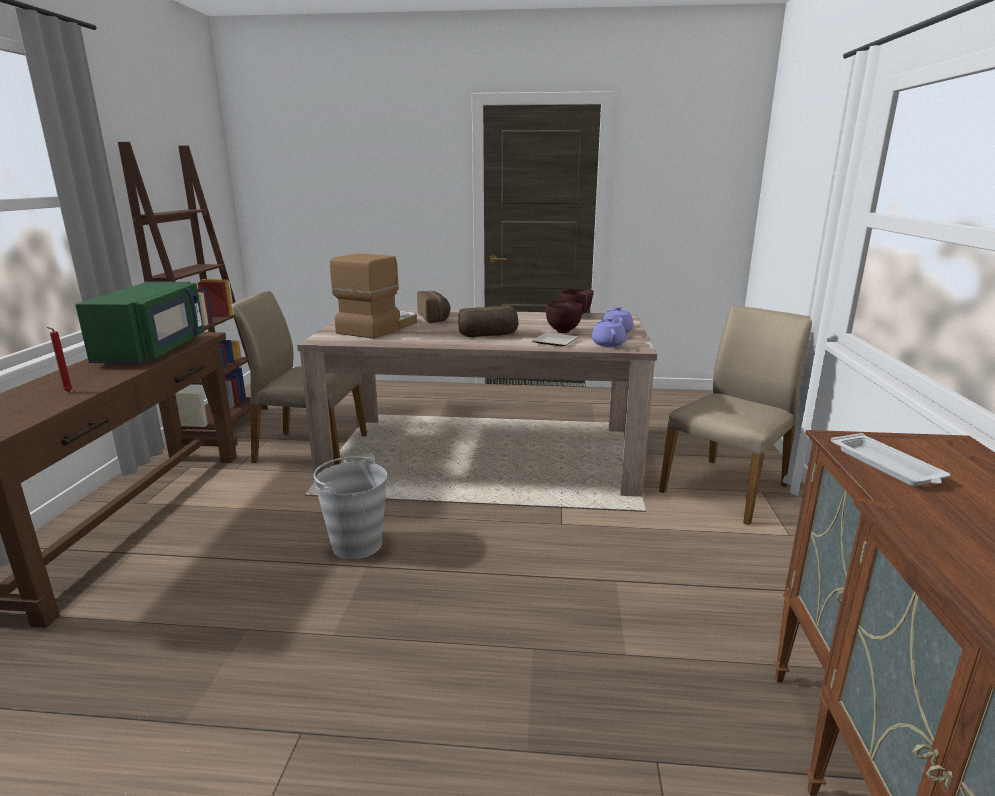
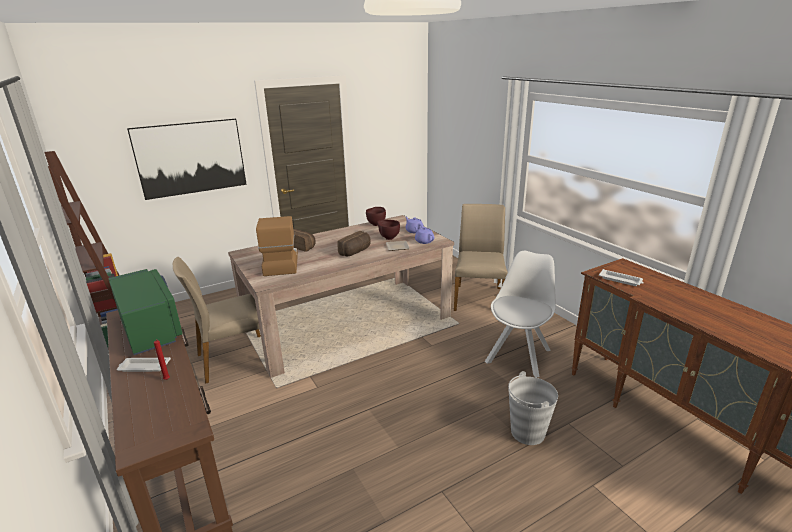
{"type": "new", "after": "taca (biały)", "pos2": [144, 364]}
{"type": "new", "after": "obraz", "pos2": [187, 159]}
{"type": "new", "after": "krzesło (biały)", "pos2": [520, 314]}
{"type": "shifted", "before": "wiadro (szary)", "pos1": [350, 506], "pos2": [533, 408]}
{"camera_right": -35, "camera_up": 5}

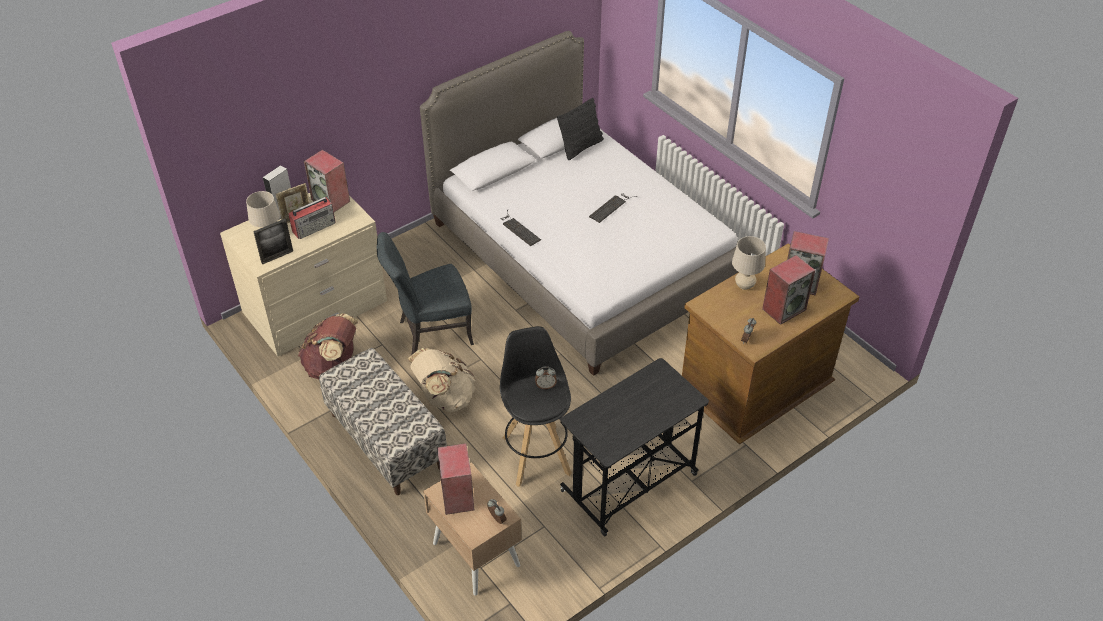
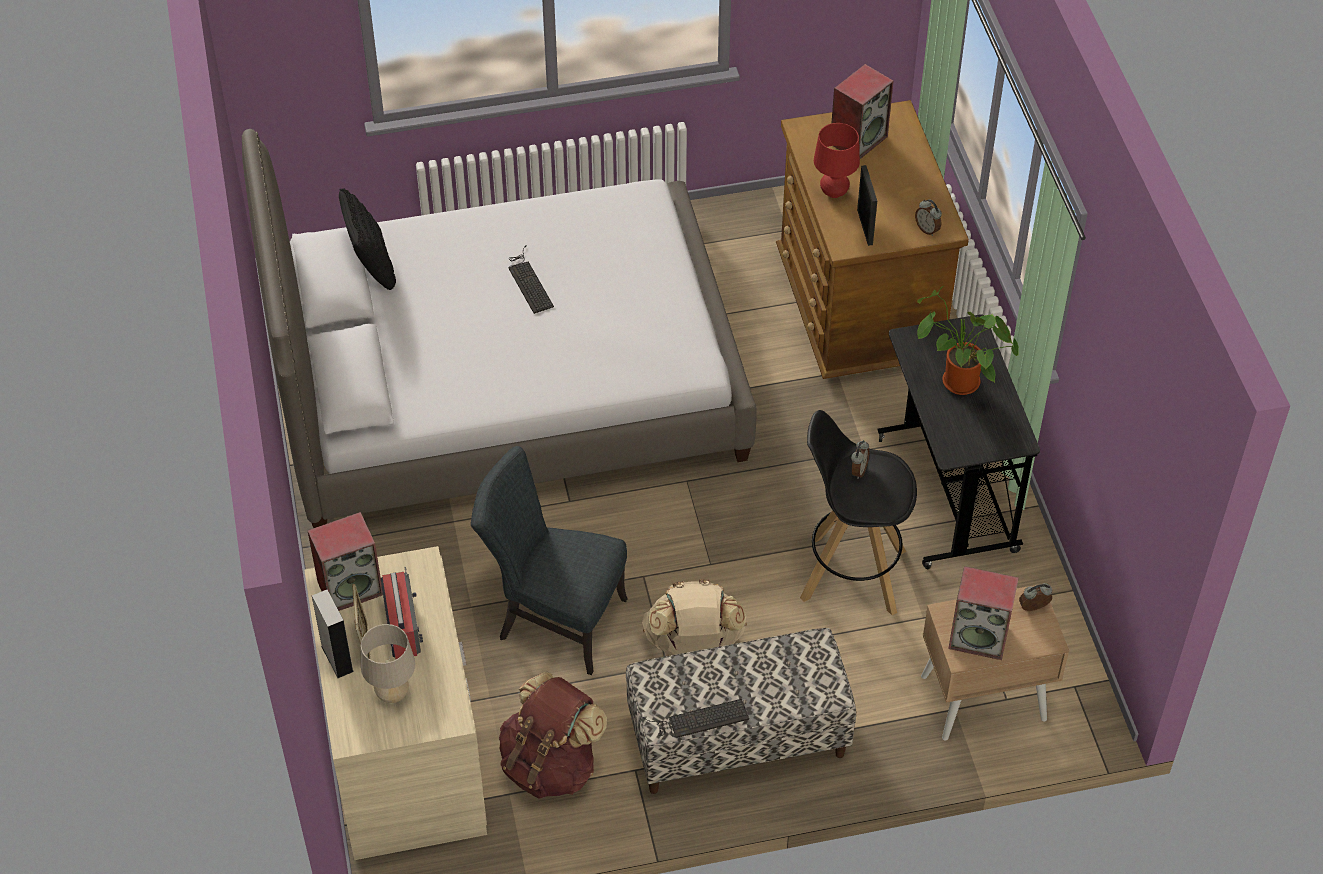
{"type": "rotated", "before": "krzesło (szary)", "pos1": [425, 293], "pos2": [549, 560], "turn": 105}
{"type": "shifted", "before": "klawiatura", "pos1": [520, 228], "pos2": [695, 718]}
{"type": "repainted", "before": "lampa stołowa (beżowy)", "after": "lampa stołowa (czerwony)", "pos1": [749, 263], "pos2": [837, 160]}
{"type": "shifted", "before": "ramka na zdjęcie", "pos1": [273, 241], "pos2": [867, 205]}
{"type": "new", "after": "roślina doniczkowa", "pos2": [968, 340]}
{"type": "gone", "before": "głośnik", "pos1": [788, 290]}
{"camera_right": -65, "camera_up": 5}

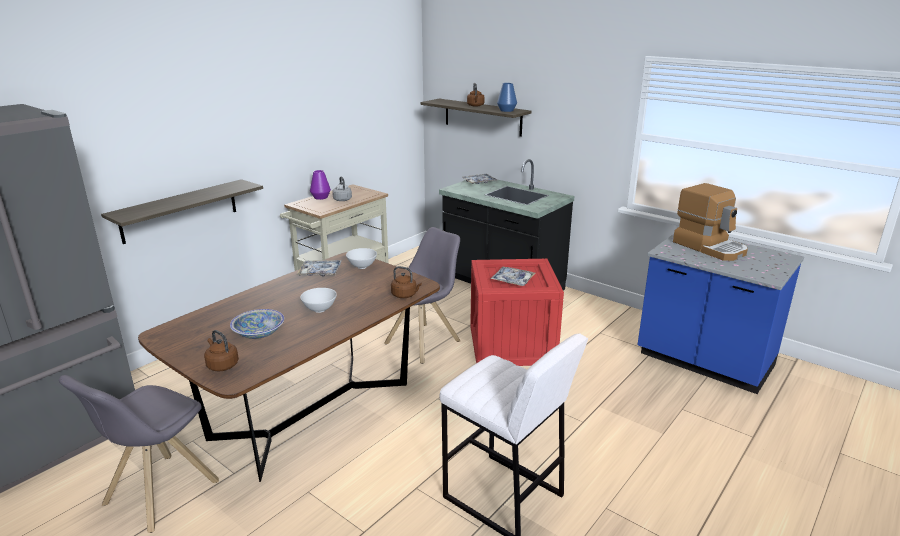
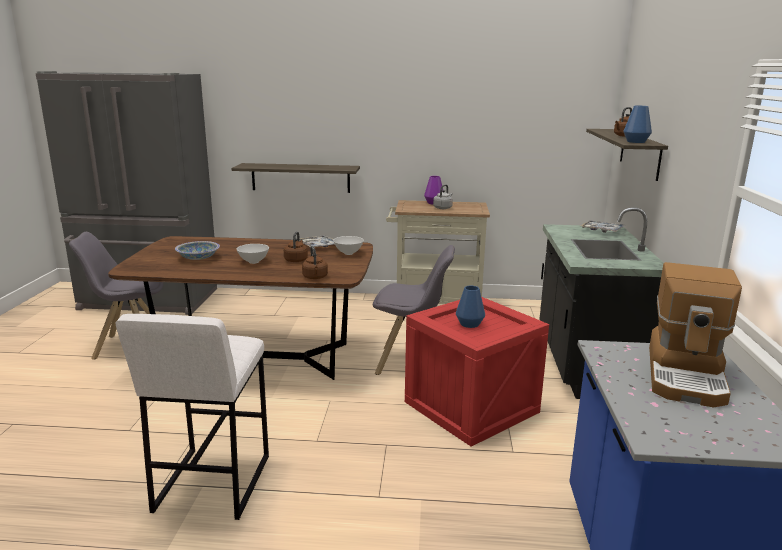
{"type": "shifted", "before": "czajnik (brązowy)", "pos1": [221, 350], "pos2": [296, 247]}
{"type": "swapped", "before": "taca", "after": "wazon (niebieski)", "pos1": [513, 276], "pos2": [470, 307]}
{"camera_right": 55, "camera_up": -5}

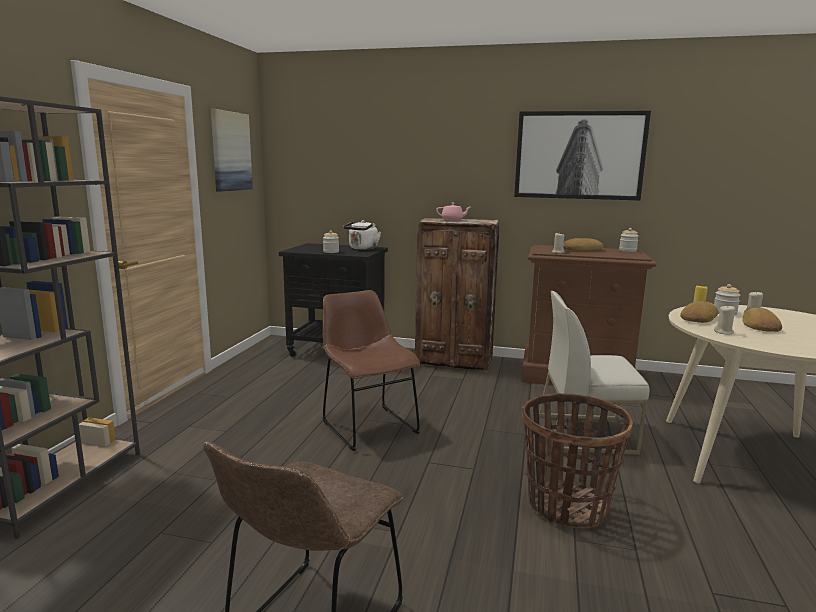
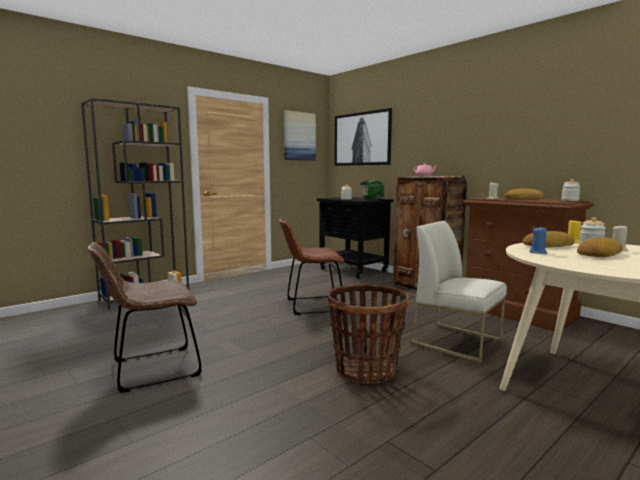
{"type": "rotated", "before": "krzesło (brązowy)", "pos1": [371, 370], "pos2": [312, 266], "turn": -105}
{"type": "shifted", "before": "obraz", "pos1": [582, 155], "pos2": [363, 137]}
{"type": "repainted", "before": "czajnik (biały)", "after": "czajnik (zielony)", "pos1": [362, 235], "pos2": [372, 189]}
{"type": "repainted", "before": "świeca (beżowy)", "after": "świeca (niebieski)", "pos1": [724, 320], "pos2": [538, 240]}
{"camera_right": 35, "camera_up": -5}

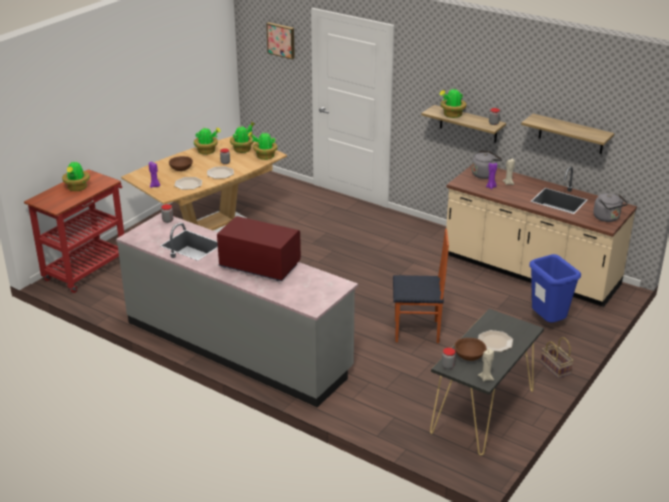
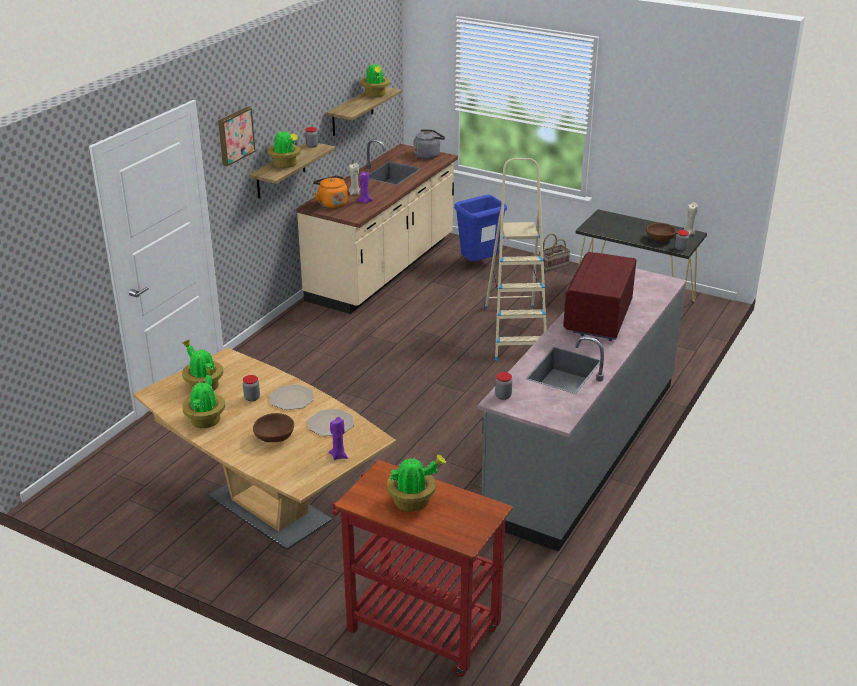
{"type": "shifted", "before": "obraz", "pos1": [280, 40], "pos2": [237, 136]}
{"type": "repainted", "before": "czajnik (szary)", "after": "czajnik (pomarańczowy)", "pos1": [487, 165], "pos2": [330, 192]}
{"type": "shifted", "before": "roślina doniczkowa", "pos1": [263, 145], "pos2": [375, 80]}
{"type": "swapped", "before": "krzesło", "after": "drabinka (beżowy)", "pos1": [421, 286], "pos2": [516, 259]}
{"type": "gone", "before": "talerz", "pos1": [495, 341]}
{"camera_right": -95, "camera_up": 0}

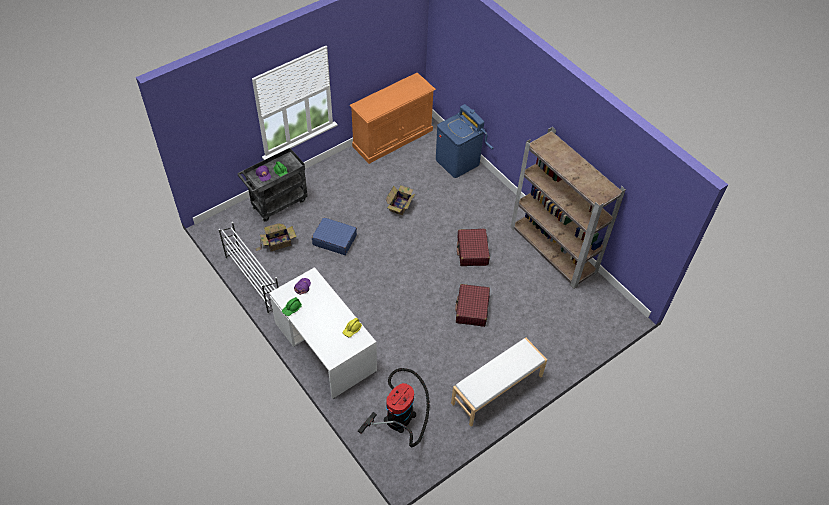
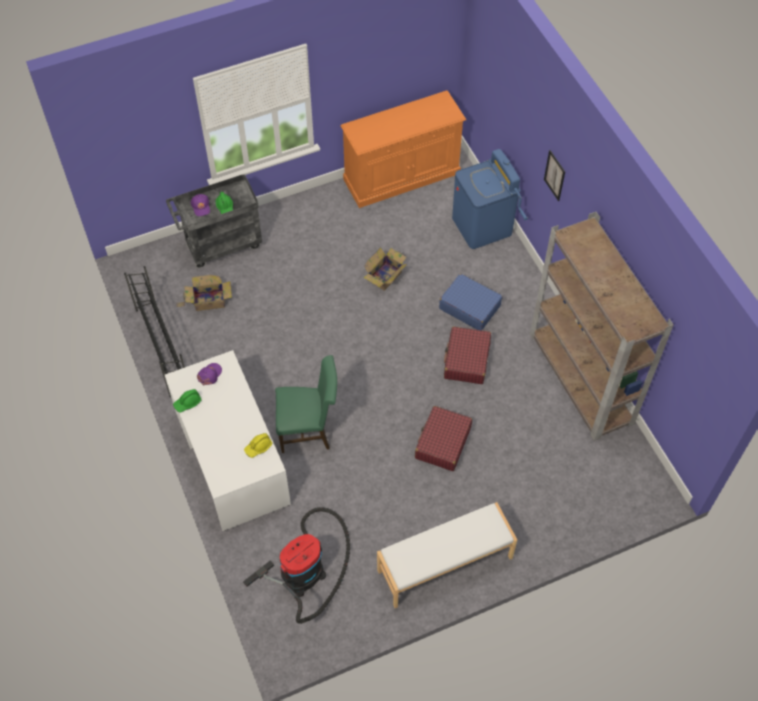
{"type": "repainted", "before": "regał na buty (biały)", "after": "regał na buty (czarny)", "pos1": [249, 268], "pos2": [154, 332]}
{"type": "new", "after": "krzesło (zielony)", "pos2": [306, 404]}
{"type": "shifted", "before": "walizka (niebieski)", "pos1": [334, 236], "pos2": [470, 302]}
{"type": "new", "after": "obraz", "pos2": [554, 175]}
{"camera_right": 15, "camera_up": 5}

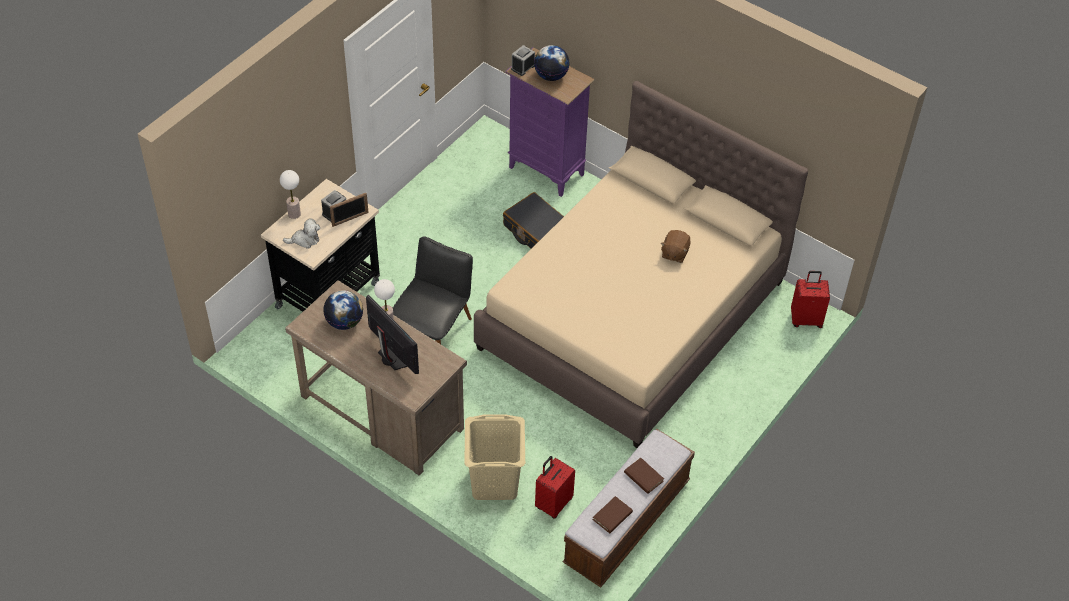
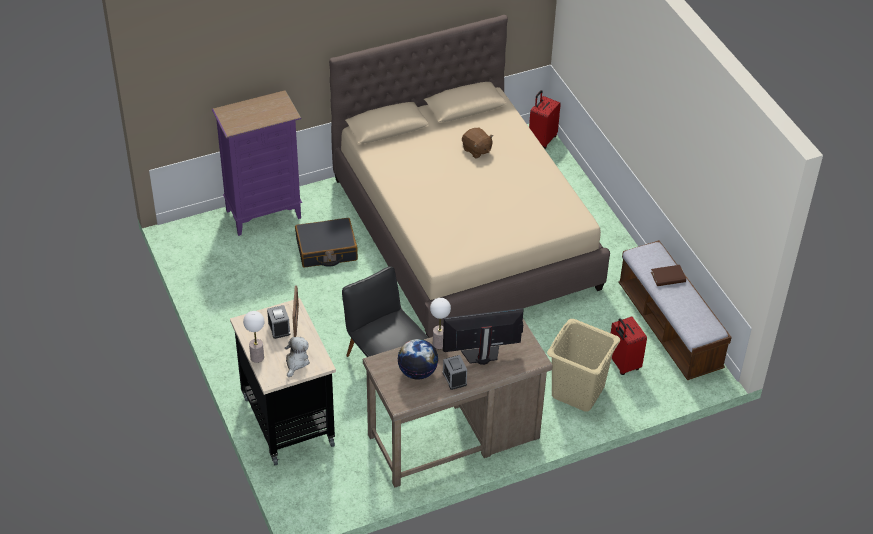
{"type": "shifted", "before": "budzik", "pos1": [523, 60], "pos2": [455, 372]}
{"type": "gone", "before": "globus", "pos1": [551, 63]}
{"type": "gone", "before": "książka (brązowy)", "pos1": [613, 514]}
{"camera_right": -60, "camera_up": -5}

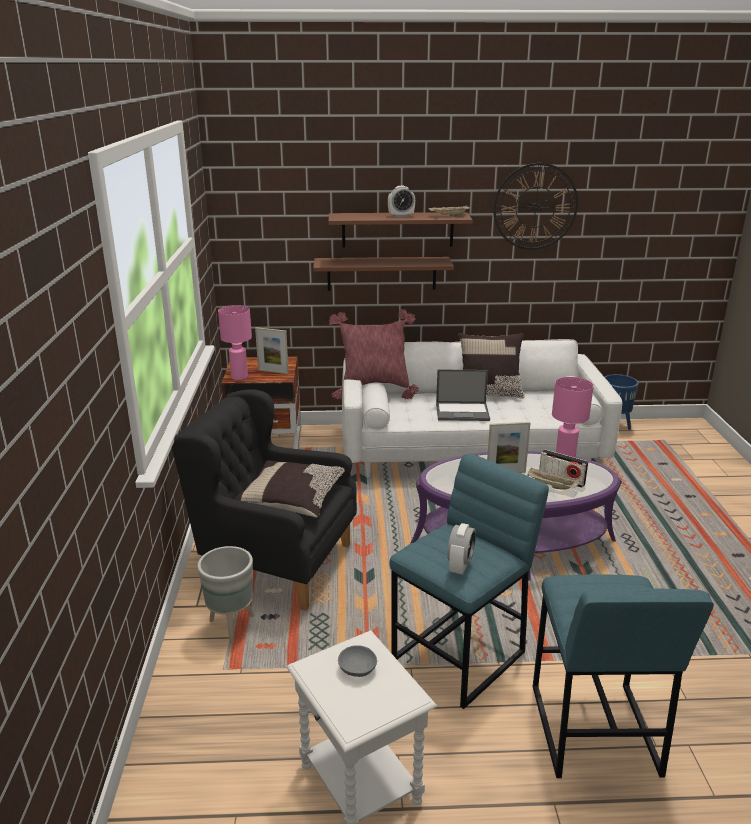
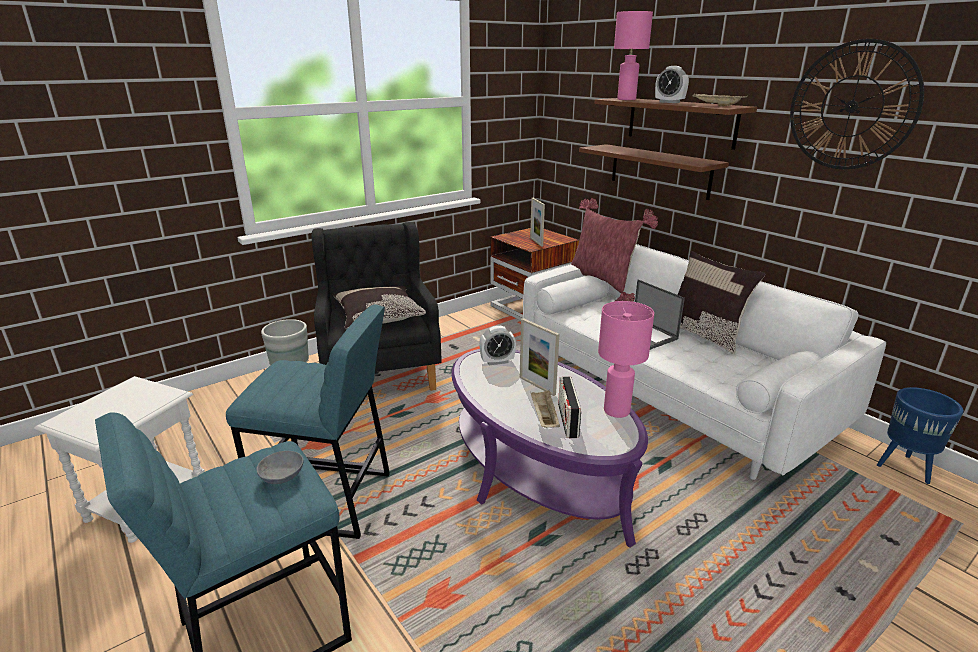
{"type": "shifted", "before": "miska (szary)", "pos1": [357, 661], "pos2": [279, 467]}
{"type": "shifted", "before": "budzik", "pos1": [461, 549], "pos2": [497, 345]}
{"type": "shifted", "before": "lampa stołowa (różowy)", "pos1": [235, 342], "pos2": [633, 55]}
{"camera_right": 55, "camera_up": 0}

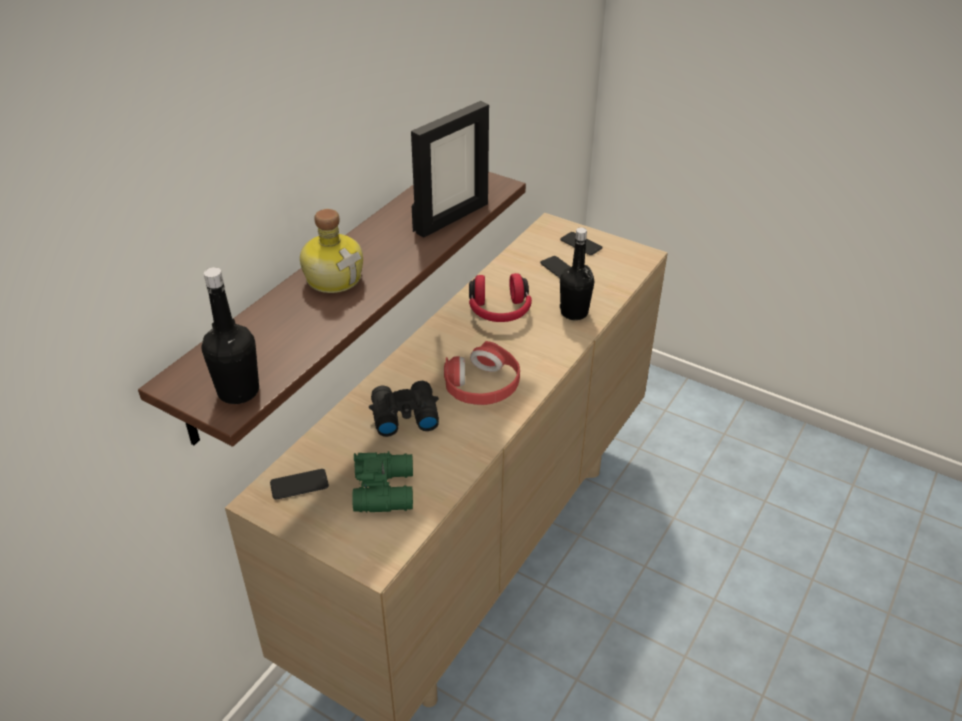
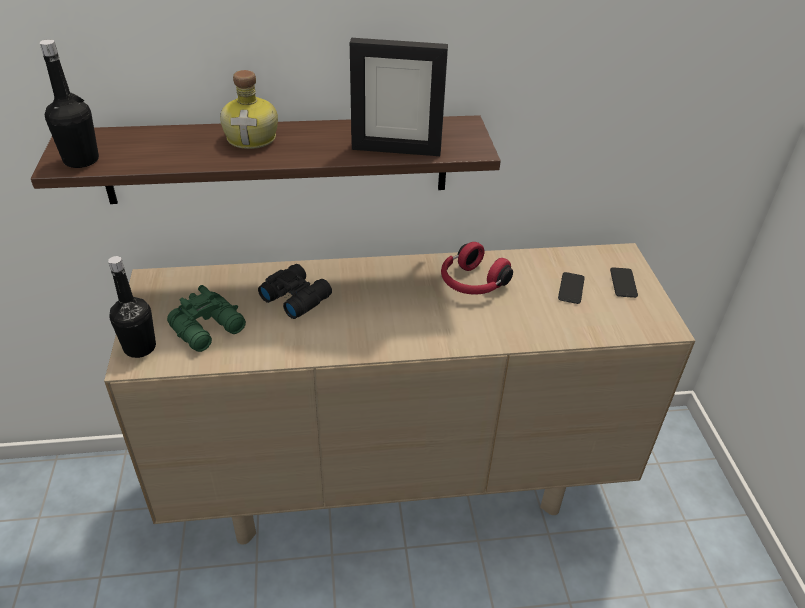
{"type": "shifted", "before": "butelka (czarny)", "pos1": [577, 273], "pos2": [132, 307]}
{"type": "gone", "before": "telefon", "pos1": [299, 484]}
{"type": "gone", "before": "słuchawki (czerwony)", "pos1": [482, 373]}
{"camera_right": 50, "camera_up": 0}

